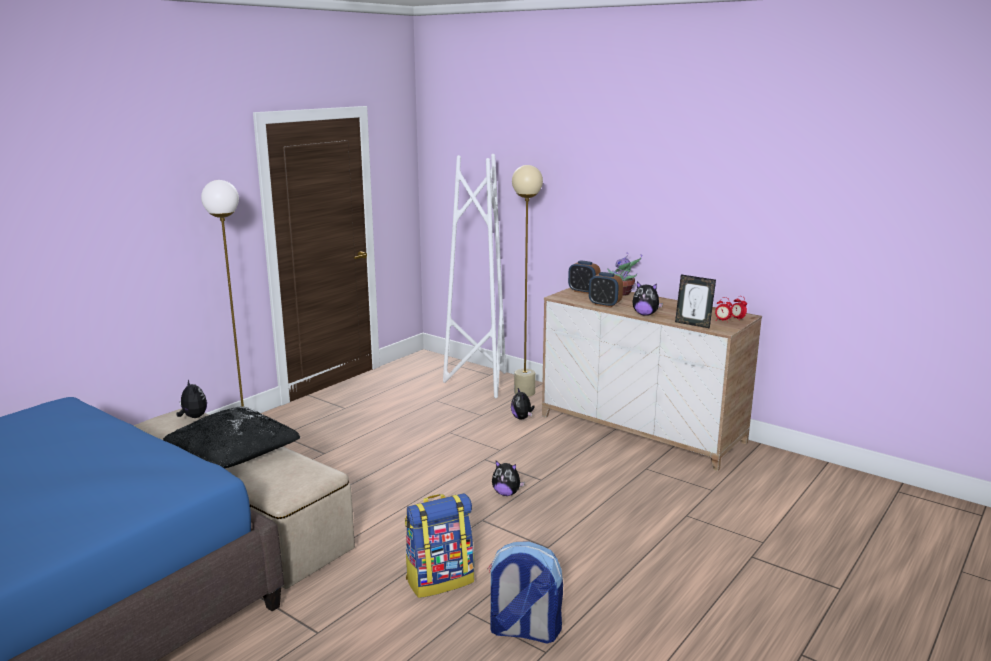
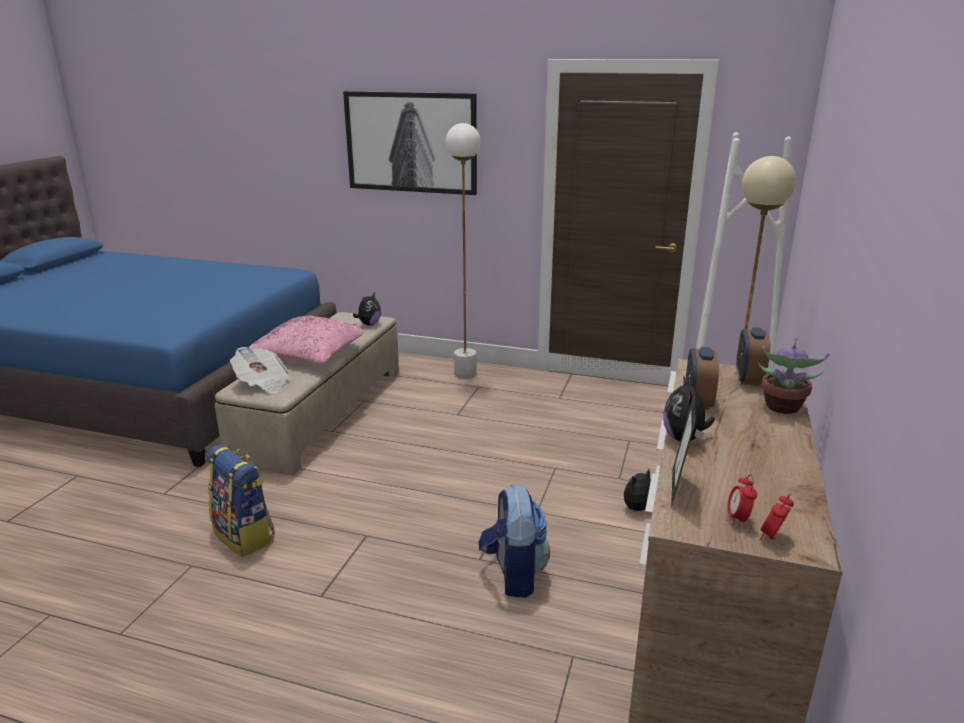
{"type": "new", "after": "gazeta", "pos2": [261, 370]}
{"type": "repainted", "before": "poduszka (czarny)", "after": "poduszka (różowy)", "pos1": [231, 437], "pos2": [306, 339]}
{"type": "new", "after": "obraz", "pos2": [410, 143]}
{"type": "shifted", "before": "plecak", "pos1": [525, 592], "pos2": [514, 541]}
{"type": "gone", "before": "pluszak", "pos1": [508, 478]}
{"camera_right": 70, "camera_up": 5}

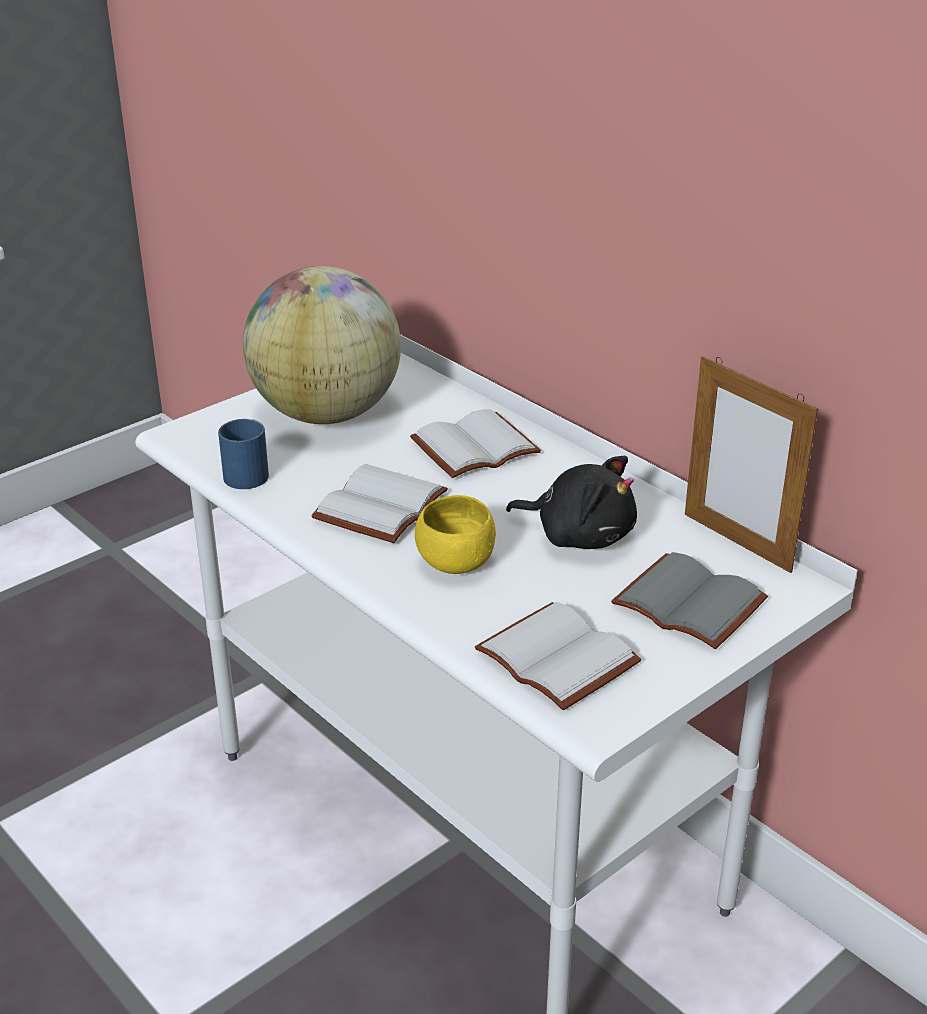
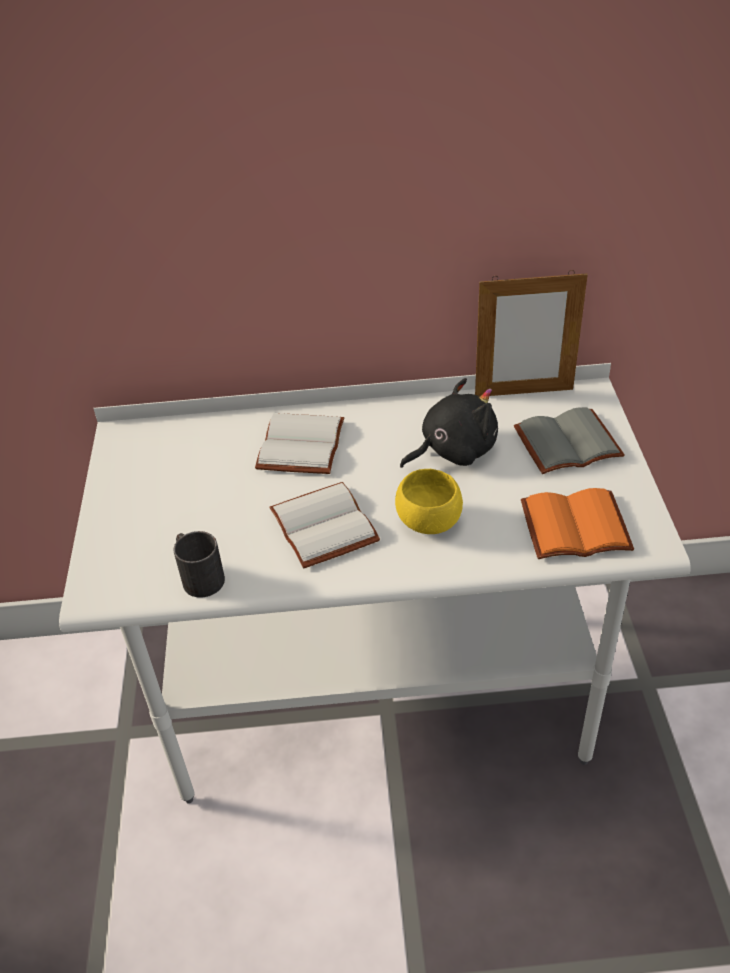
{"type": "repainted", "before": "kubek (niebieski)", "after": "kubek (czarny)", "pos1": [243, 454], "pos2": [199, 564]}
{"type": "repainted", "before": "książka (biały)", "after": "książka (pomarańczowy)", "pos1": [558, 656], "pos2": [577, 523]}
{"type": "gone", "before": "globus", "pos1": [322, 345]}
{"camera_right": -50, "camera_up": 10}

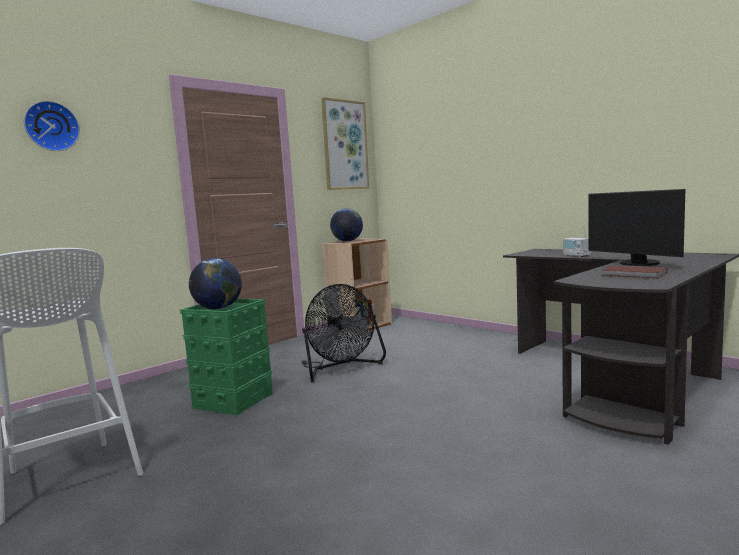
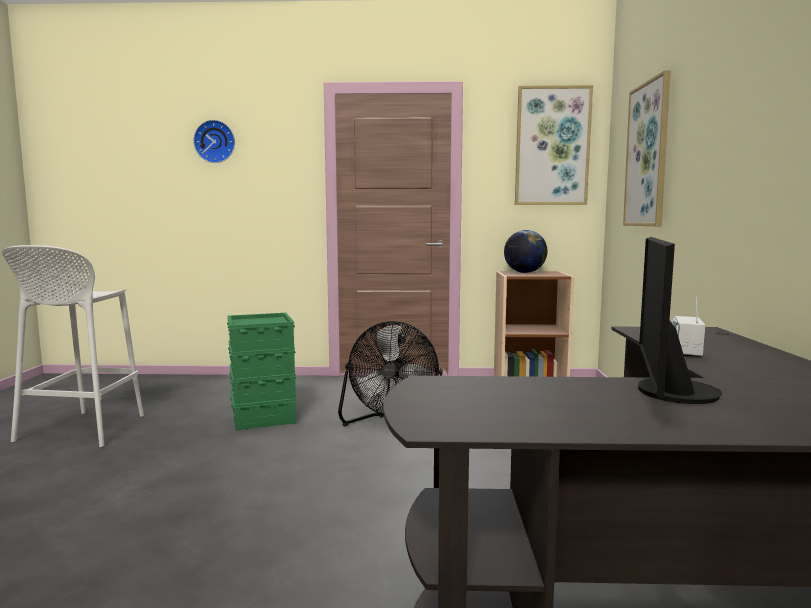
{"type": "new", "after": "obraz", "pos2": [647, 148]}
{"type": "gone", "before": "globus", "pos1": [215, 284]}
{"type": "gone", "before": "książka (brązowy)", "pos1": [634, 272]}
{"camera_right": 45, "camera_up": 0}

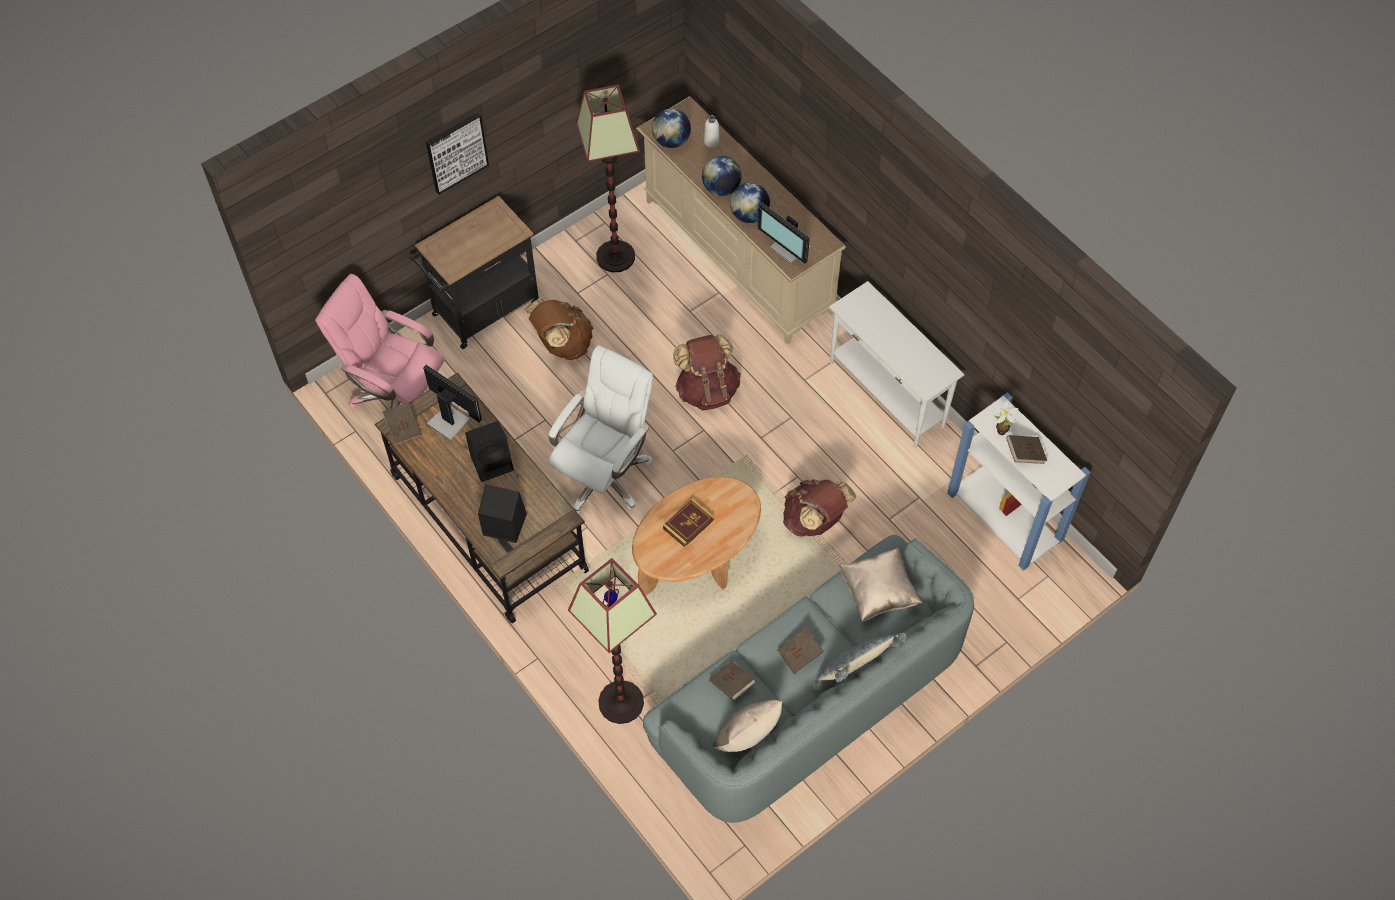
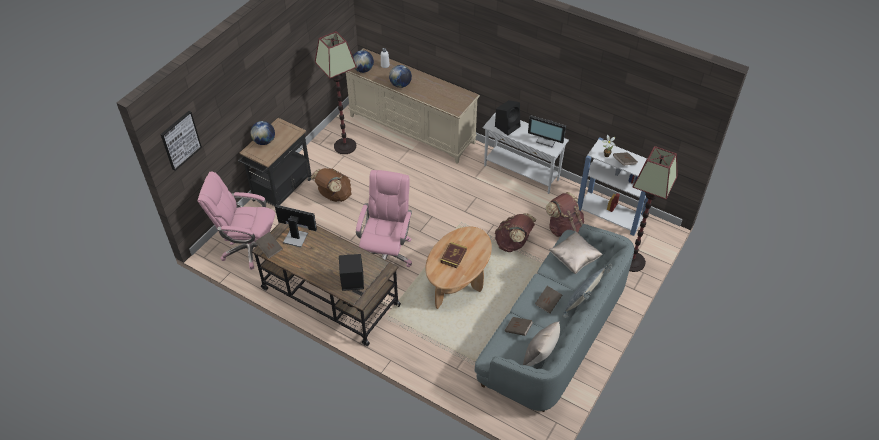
{"type": "shifted", "before": "obraz", "pos1": [457, 154], "pos2": [181, 141]}
{"type": "shifted", "before": "globus", "pos1": [750, 203], "pos2": [263, 133]}
{"type": "repainted", "before": "krzesło biurowe (biały)", "after": "krzesło biurowe (różowy)", "pos1": [600, 429], "pos2": [384, 218]}
{"type": "shifted", "before": "głośnik (czarny)", "pos1": [489, 451], "pos2": [507, 117]}
{"type": "shifted", "before": "monitor", "pos1": [784, 233], "pos2": [547, 131]}
{"type": "shifted", "before": "plecak (brązowy)", "pos1": [707, 372], "pos2": [565, 214]}
{"type": "shifted", "before": "lampa stojąca", "pos1": [612, 641], "pos2": [653, 209]}
{"camera_right": -20, "camera_up": -10}

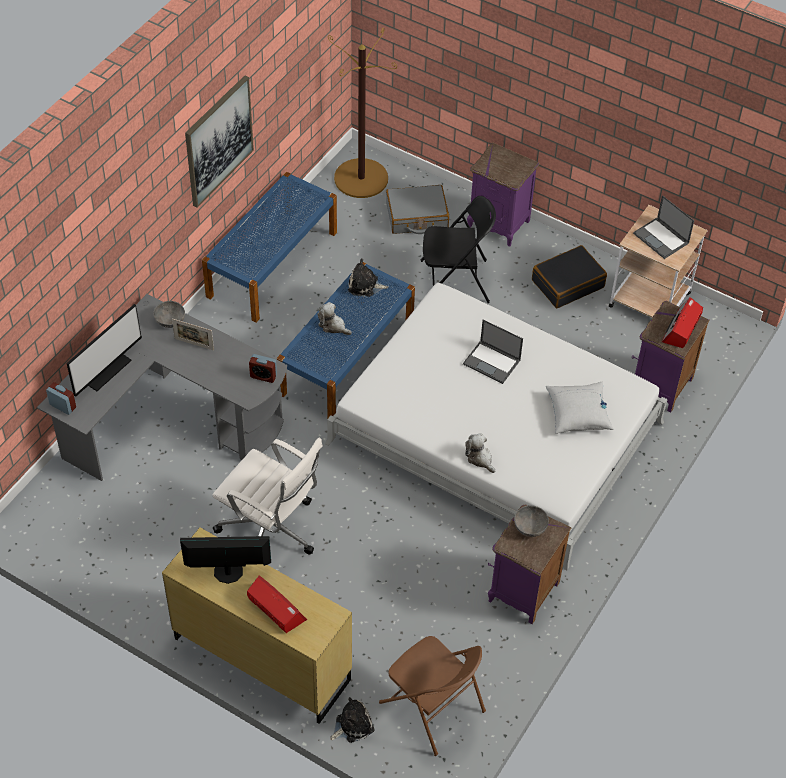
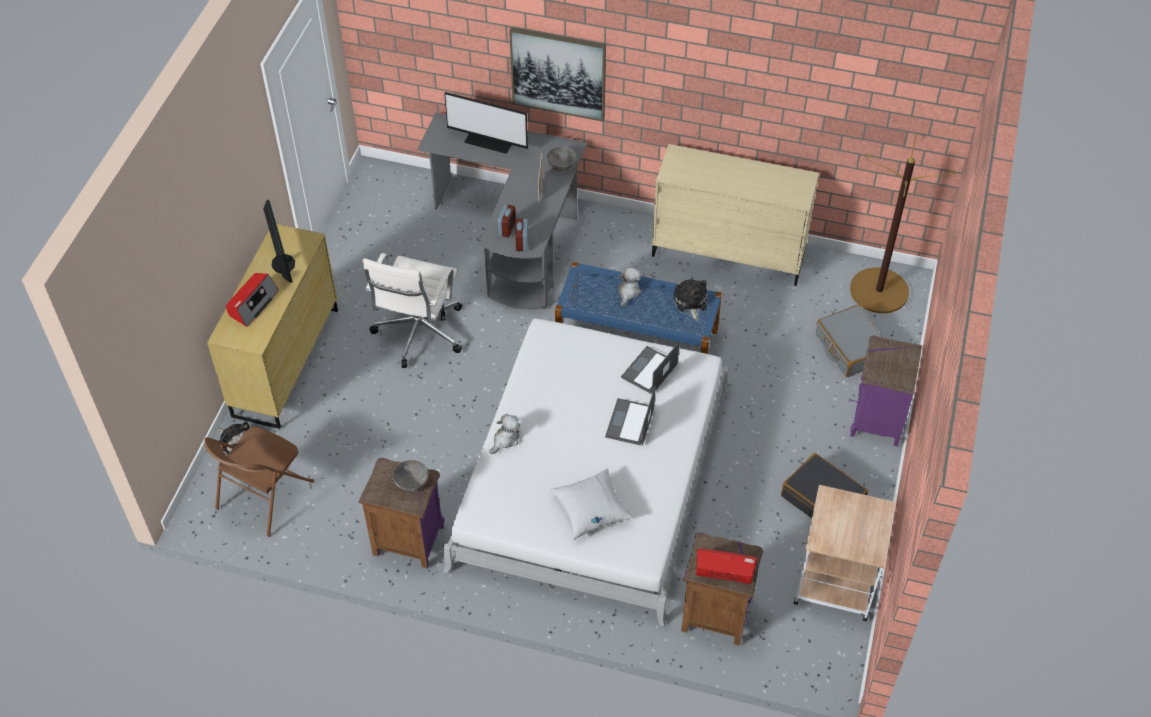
{"type": "shifted", "before": "budzik", "pos1": [61, 398], "pos2": [507, 221]}
{"type": "shifted", "before": "obraz", "pos1": [219, 141], "pos2": [557, 74]}
{"type": "shifted", "before": "laptop", "pos1": [663, 227], "pos2": [650, 368]}
{"type": "swapped", "before": "ławka (niebieski)", "after": "komoda (beżowy)", "pos1": [269, 247], "pos2": [735, 215]}
{"type": "gone", "before": "krzesło (czarny)", "pos1": [458, 249]}
{"camera_right": 75, "camera_up": 0}

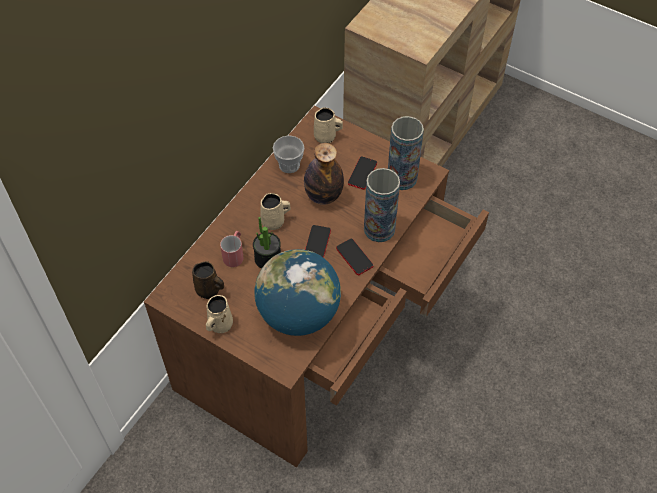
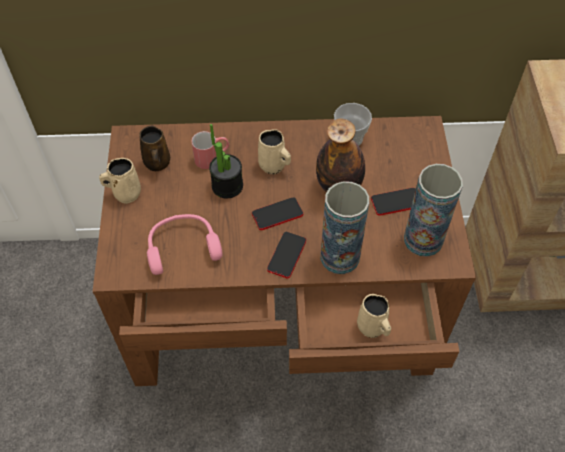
{"type": "swapped", "before": "globus", "after": "słuchawki (różowy)", "pos1": [297, 292], "pos2": [184, 244]}
{"type": "shifted", "before": "kubek (beżowy)", "pos1": [328, 125], "pos2": [374, 316]}
{"camera_right": 55, "camera_up": 0}

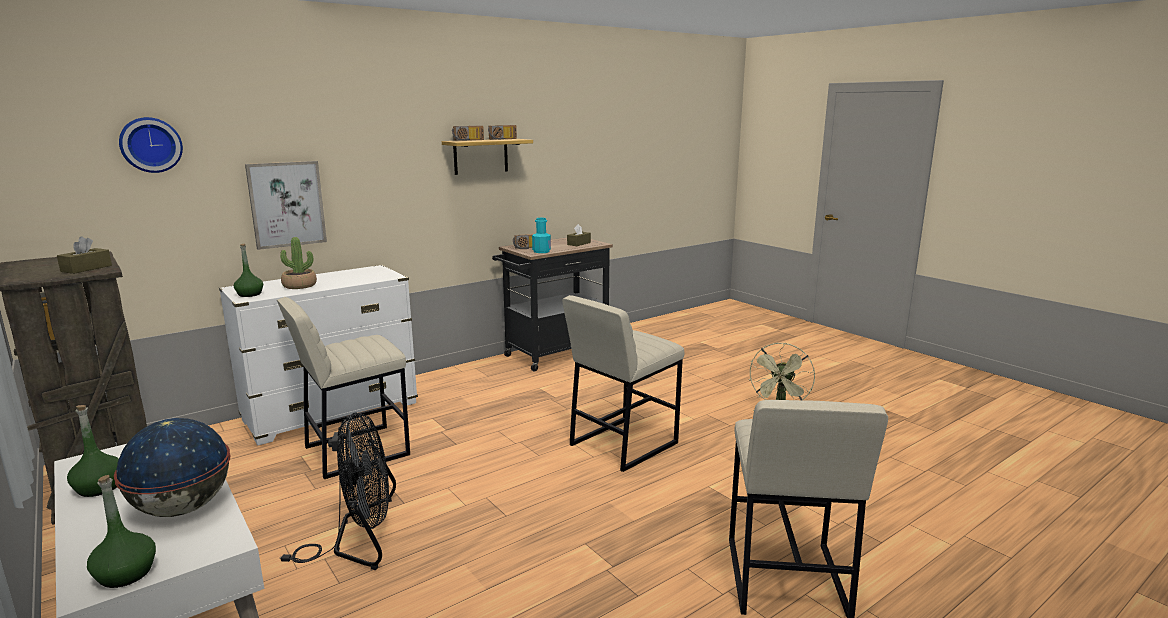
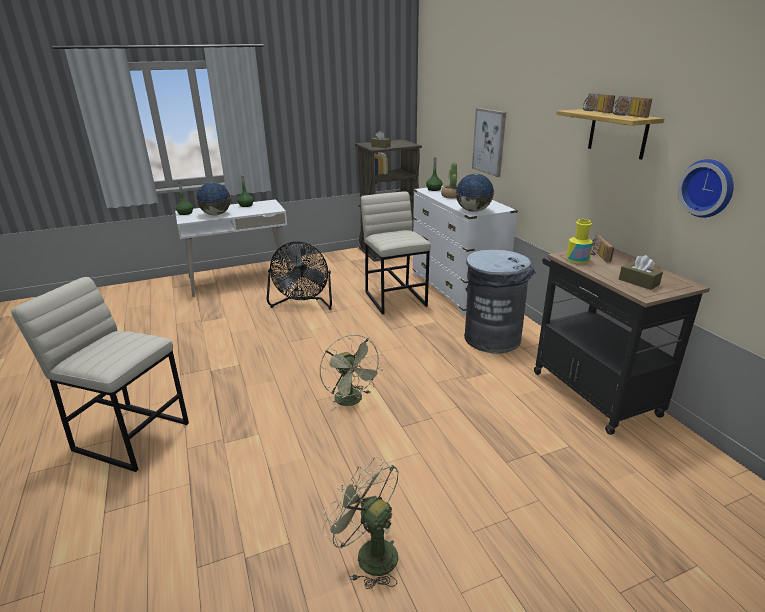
{"type": "swapped", "before": "krzesło (beżowy)", "after": "wentylator (zielony)", "pos1": [623, 383], "pos2": [351, 373]}
{"type": "new", "after": "globus", "pos2": [475, 193]}
{"type": "new", "after": "kosz na śmieci (szary)", "pos2": [500, 301]}
{"type": "repainted", "before": "butelka (turkusowy)", "after": "butelka (żółty)", "pos1": [541, 235], "pos2": [579, 241]}
{"type": "shifted", "before": "zegar ścienny", "pos1": [151, 145], "pos2": [706, 188]}
{"camera_right": 105, "camera_up": 10}

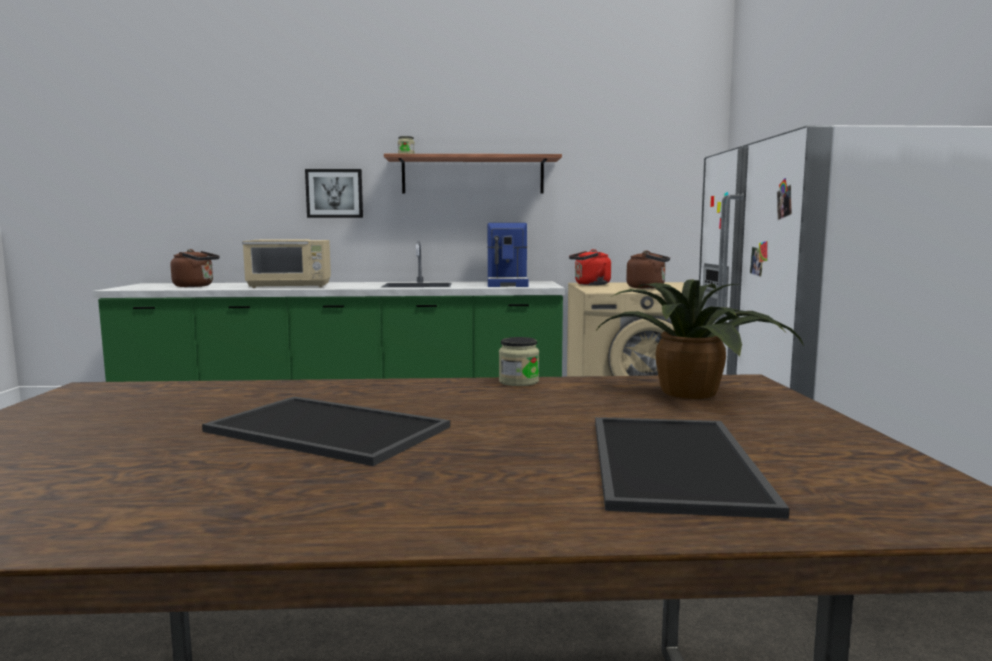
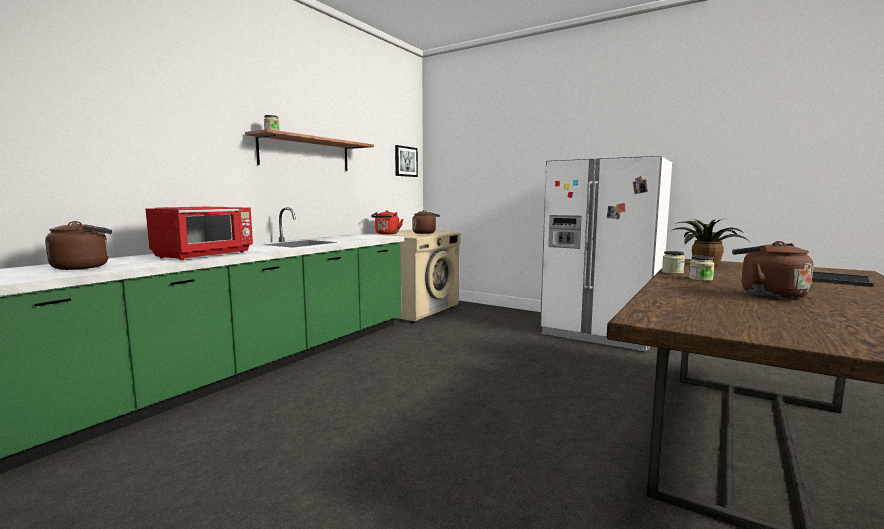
{"type": "repainted", "before": "mikrofalówka (beżowy)", "after": "mikrofalówka (czerwony)", "pos1": [286, 263], "pos2": [199, 233]}
{"type": "shifted", "before": "obraz", "pos1": [334, 193], "pos2": [406, 161]}
{"type": "new", "after": "słoik", "pos2": [702, 268]}
{"type": "swapped", "before": "taca", "after": "czajnik (brązowy)", "pos1": [326, 431], "pos2": [773, 270]}
{"type": "gone", "before": "ekspres do kawy", "pos1": [508, 255]}
{"camera_right": -55, "camera_up": 0}

